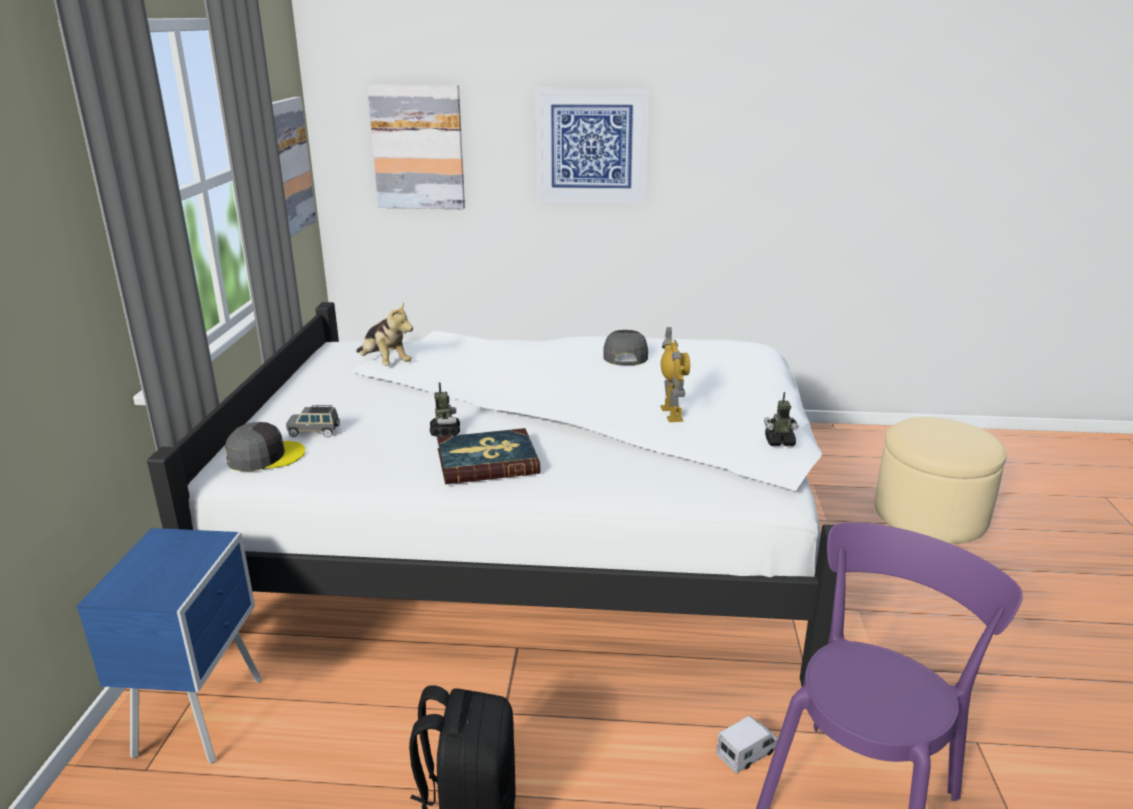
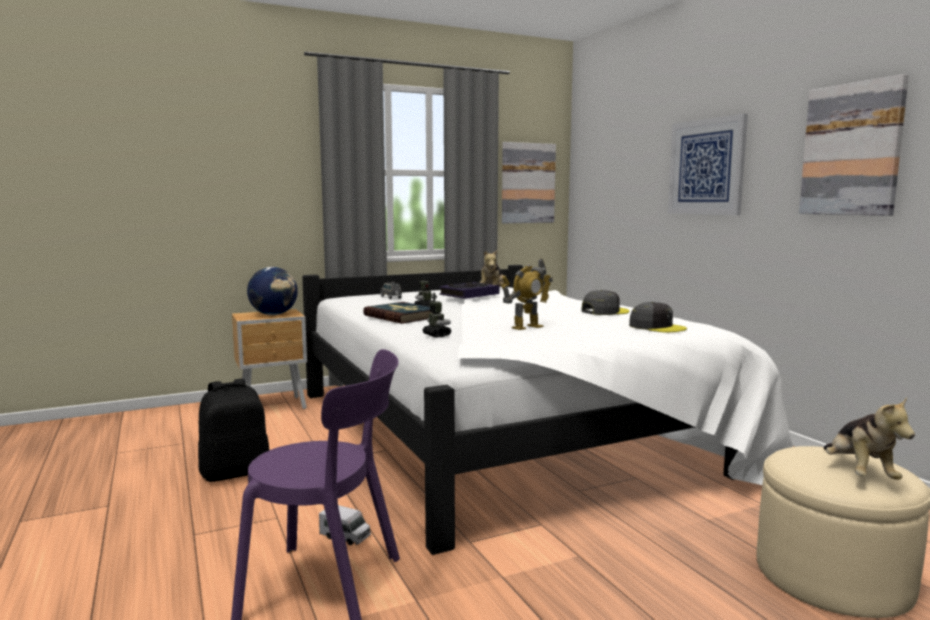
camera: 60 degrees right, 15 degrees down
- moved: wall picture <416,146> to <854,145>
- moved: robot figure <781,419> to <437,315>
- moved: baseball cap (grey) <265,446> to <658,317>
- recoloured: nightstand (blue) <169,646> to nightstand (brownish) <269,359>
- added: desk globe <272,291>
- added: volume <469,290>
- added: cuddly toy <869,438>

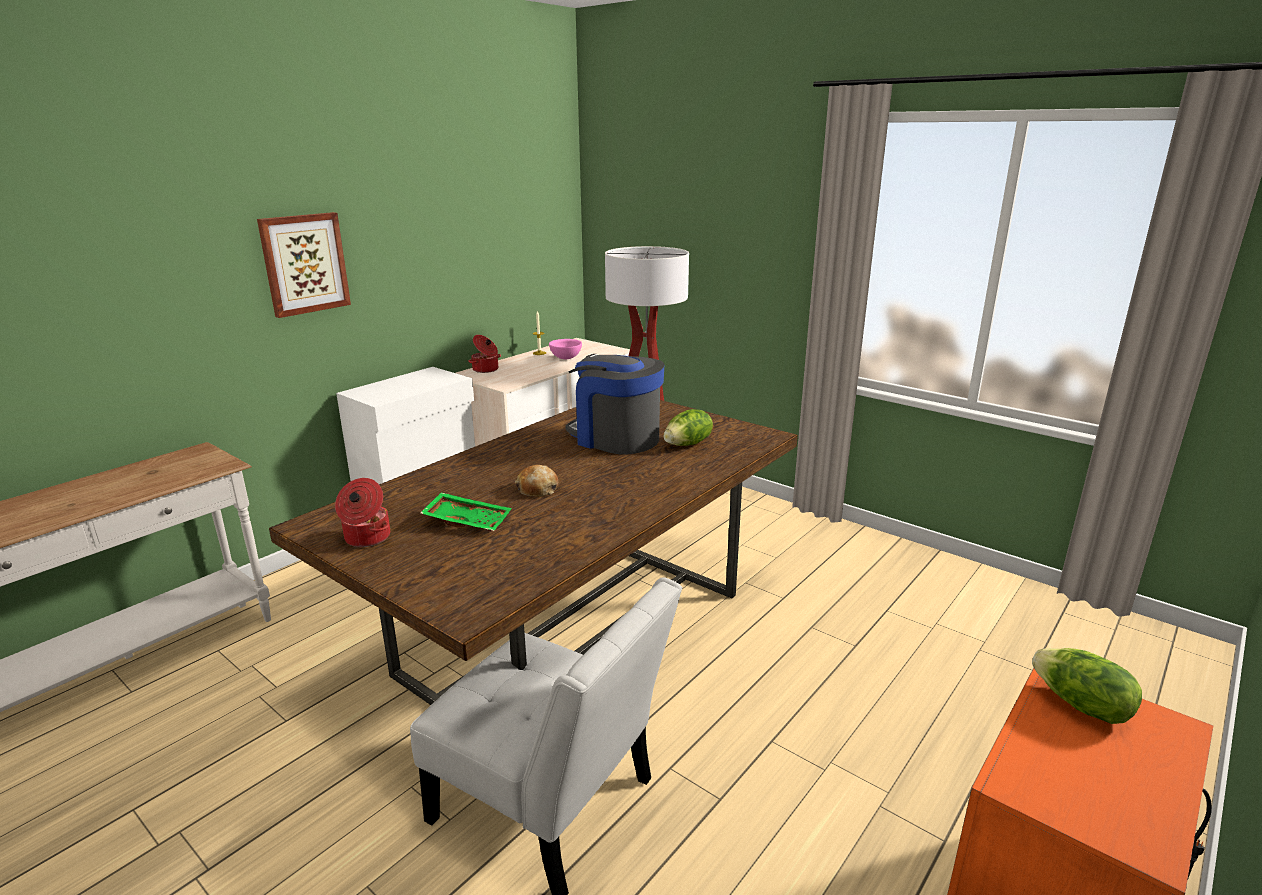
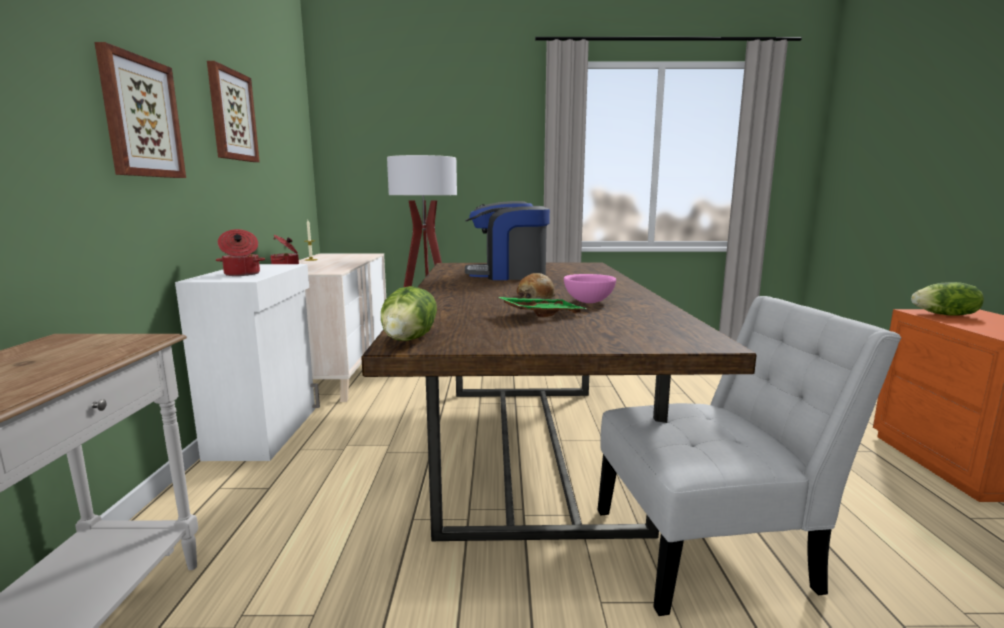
camera: 40 degrees left, 10 degrees down
- moved: serving bowl (pink-coloured) <565,349> to <590,288>
- moved: lettuce <688,427> to <409,313>
- moved: stockpot <362,512> to <240,252>
- added: wall picture <233,111>

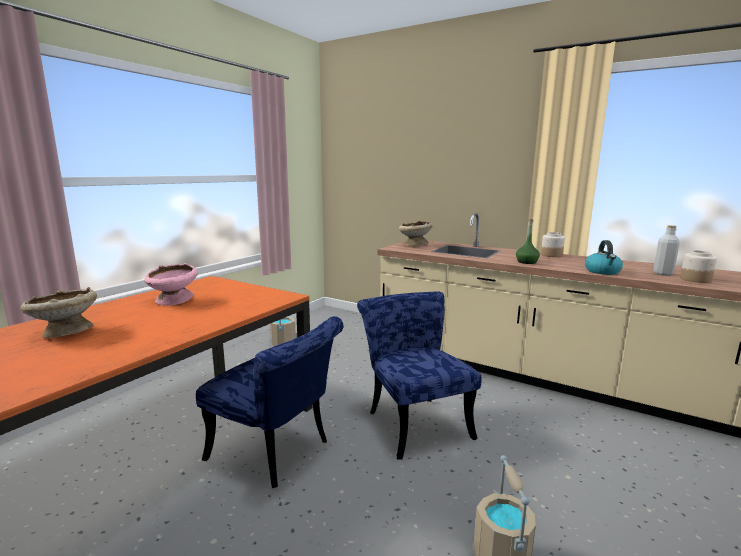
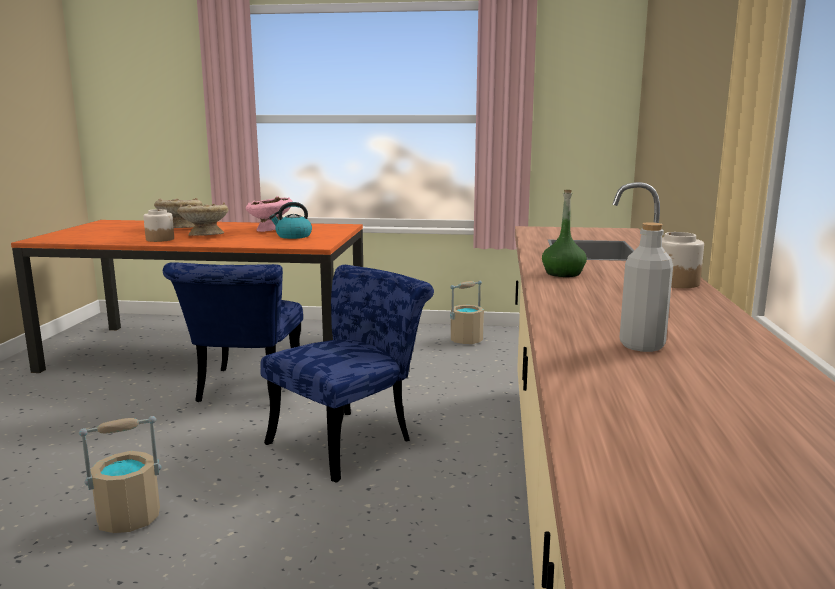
camera: 65 degrees right, 0 degrees up
- moved: serving bowl (beige-coloured) <416,233> to <203,219>
- moved: tea kettle <604,257> to <290,220>
- moved: jar <698,266> to <158,225>

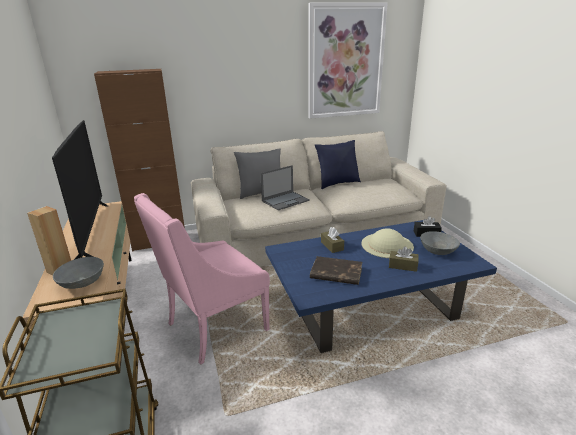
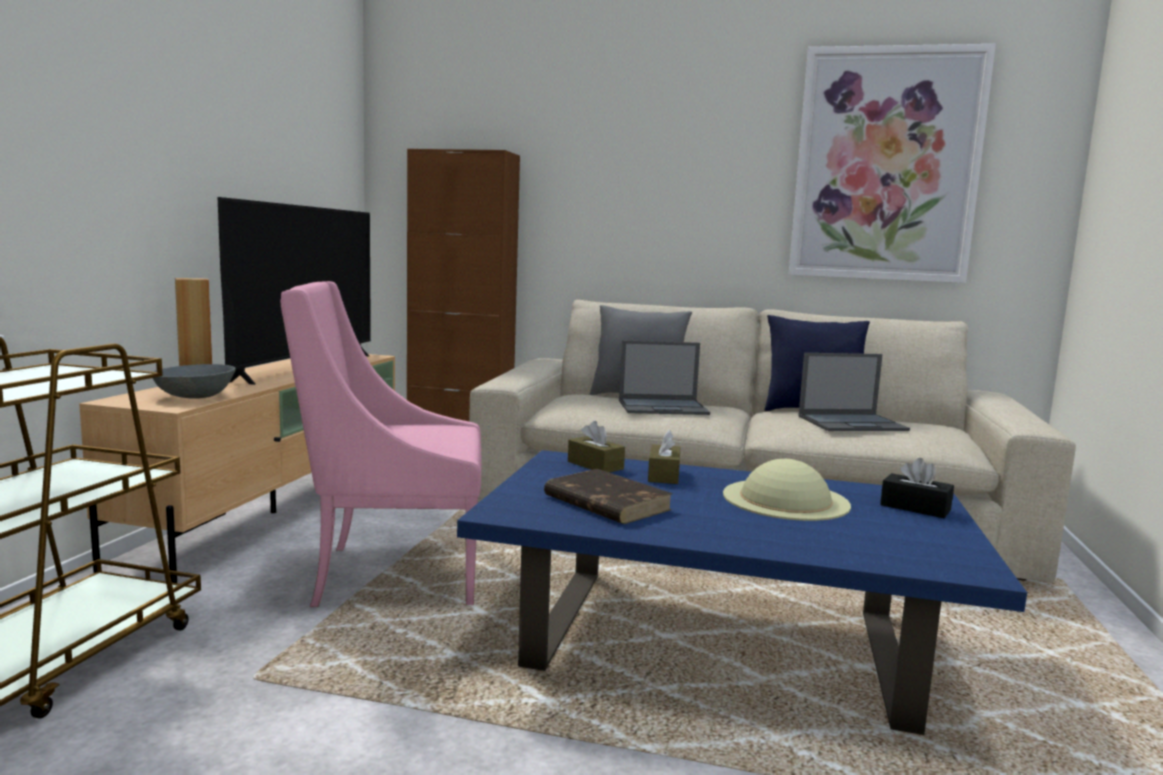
camera: 30 degrees right, 15 degrees down
- removed: serving bowl (grey) <440,243>
- moved: box of tissues (brownish) <403,259> to <596,447>
- added: notebook computer <854,392>

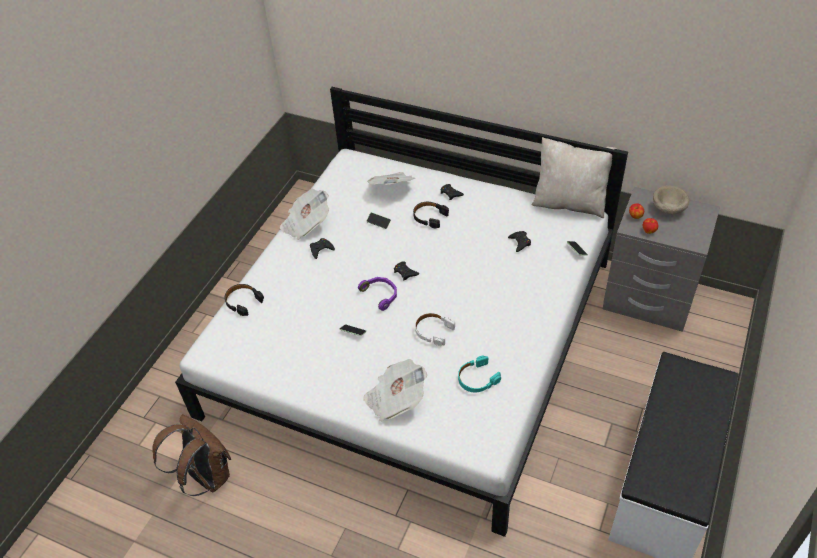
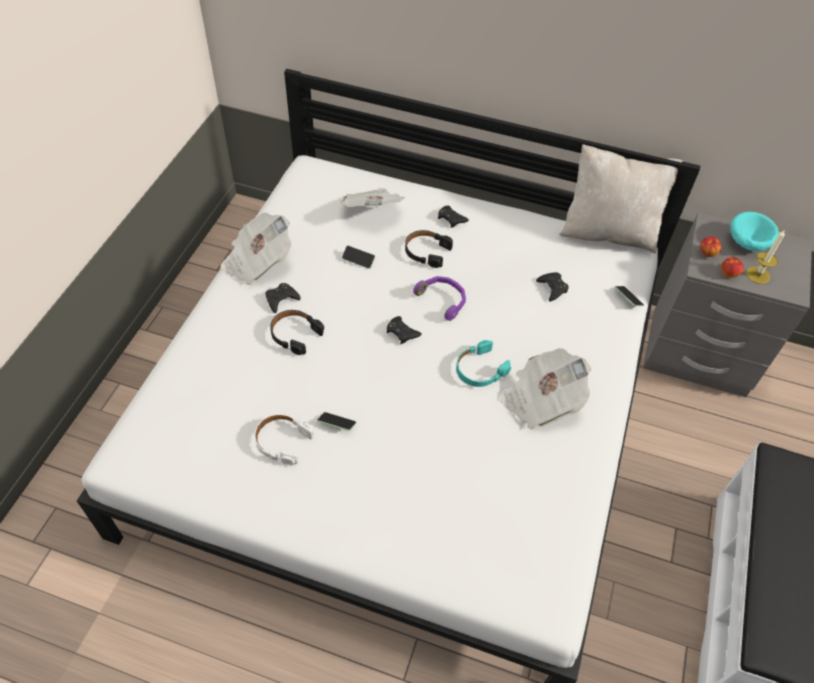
camera: 10 degrees left, 5 degrees up
- recoloured: serving bowl (beige-coloured) <671,199> to serving bowl (turquoise) <754,231>
- moved: pair of headphones (purple-coloured) <377,294> to <439,298>
- moved: pair of headphones (black) <244,300> to <297,332>
- moved: pair of headphones (whitish) <435,329> to <284,440>
- moved: pair of headphones (turquoise) <479,374> to <483,363>
- moved: daily paper <395,390> to <545,389>
- removed: rucksack (brownish) <191,455>
- added: wax candle <765,257>

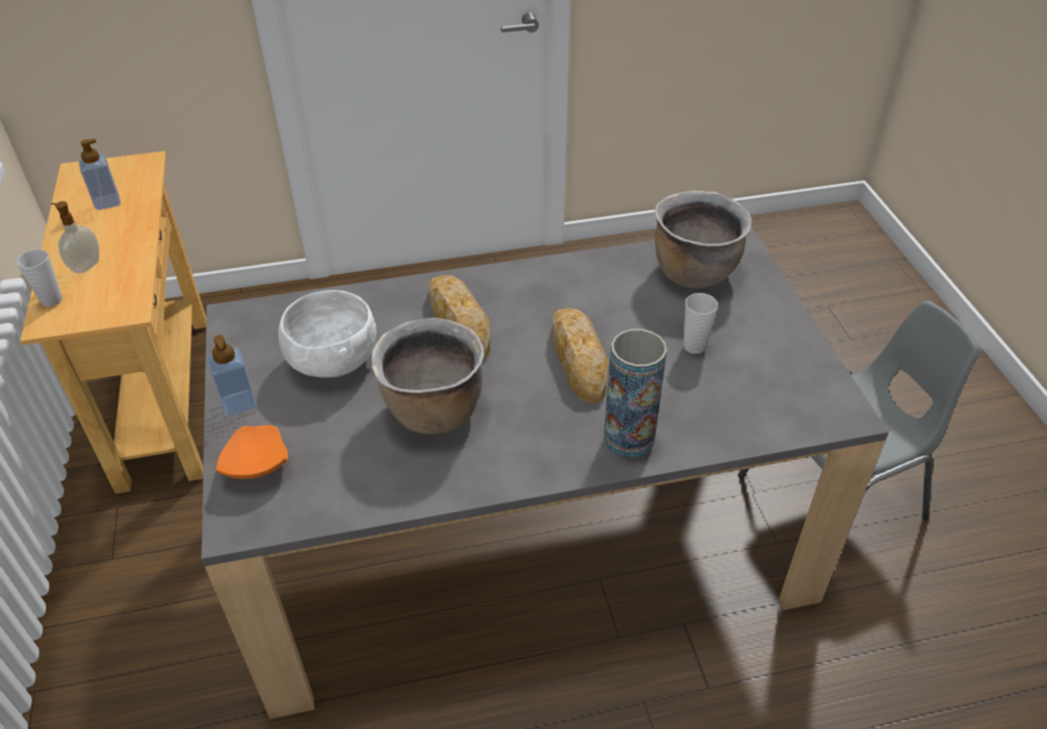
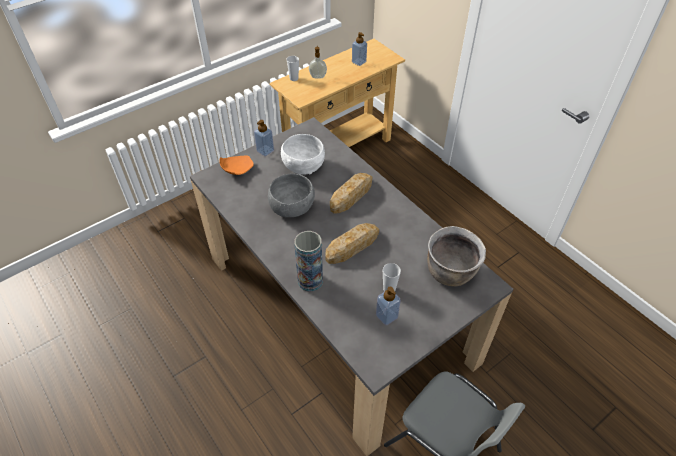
camera: 65 degrees right, 5 degrees up
- replaced: stockpot (brownish) <428,376> to serving bowl (grey) <291,195>
- added: liquid soap bottle <388,305>

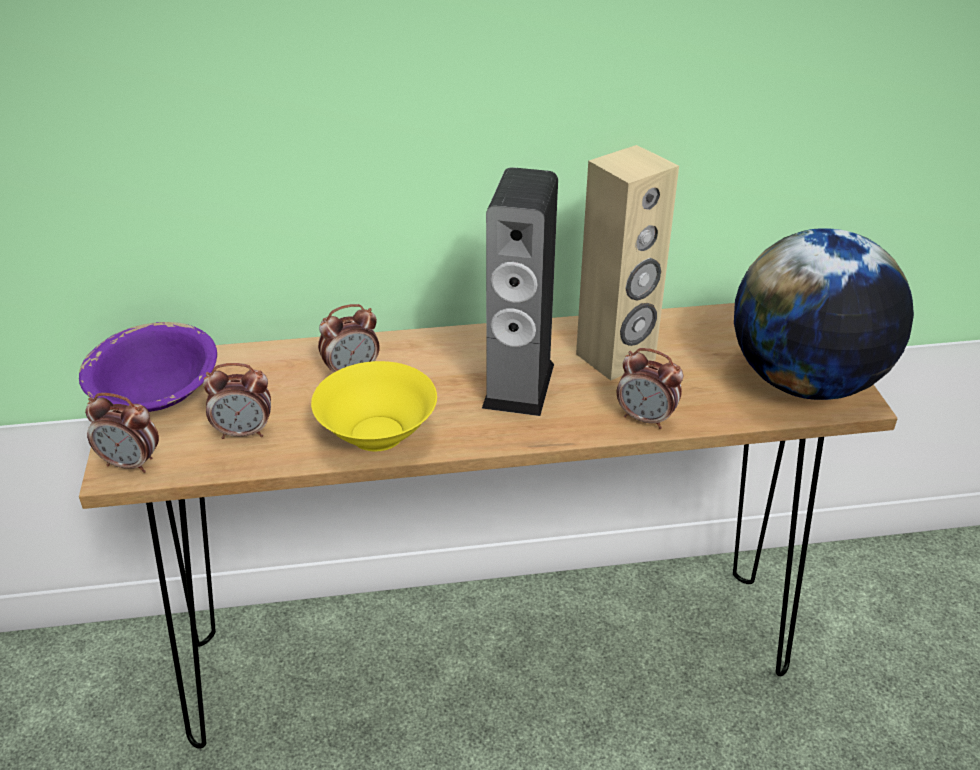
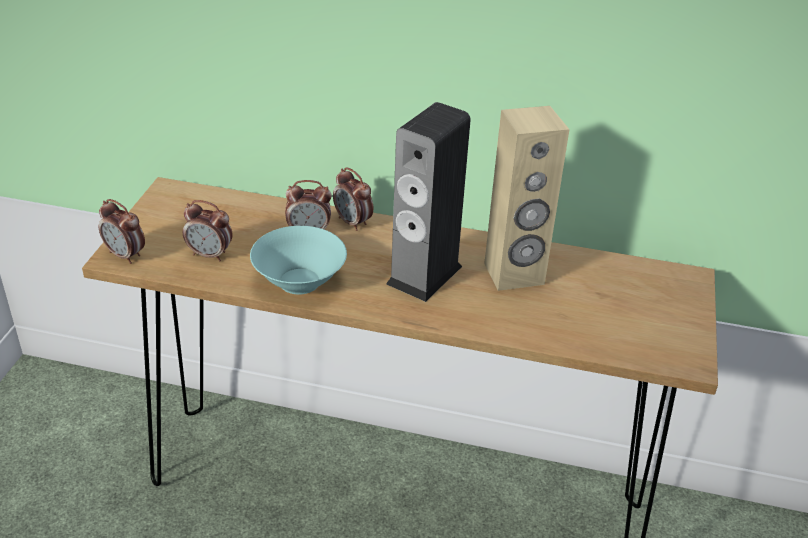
camera: 20 degrees right, 0 degrees up
- removed: desk globe <824,314>
- removed: serving bowl (purple-coloured) <148,367>
- moved: alarm clock <650,388> to <353,199>
- recoloured: serving bowl (yellowish) <374,406> to serving bowl (turquoise) <298,260>

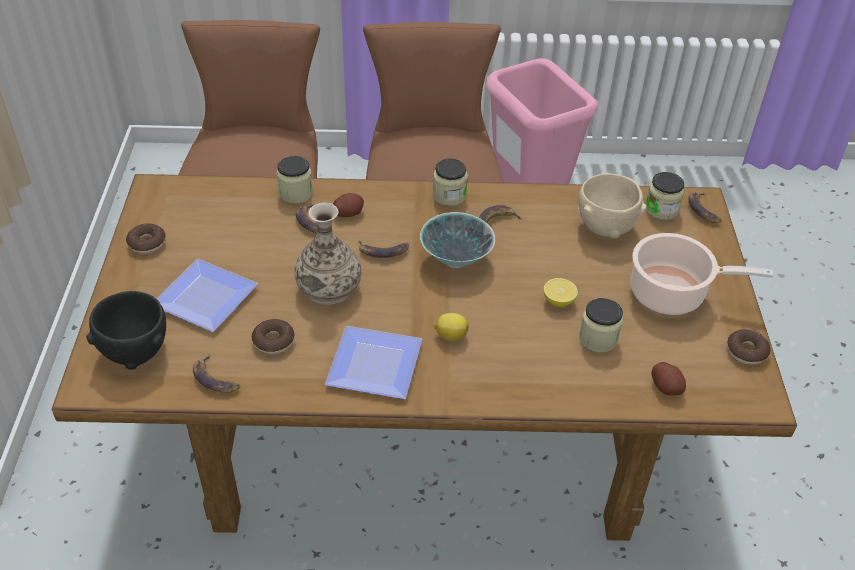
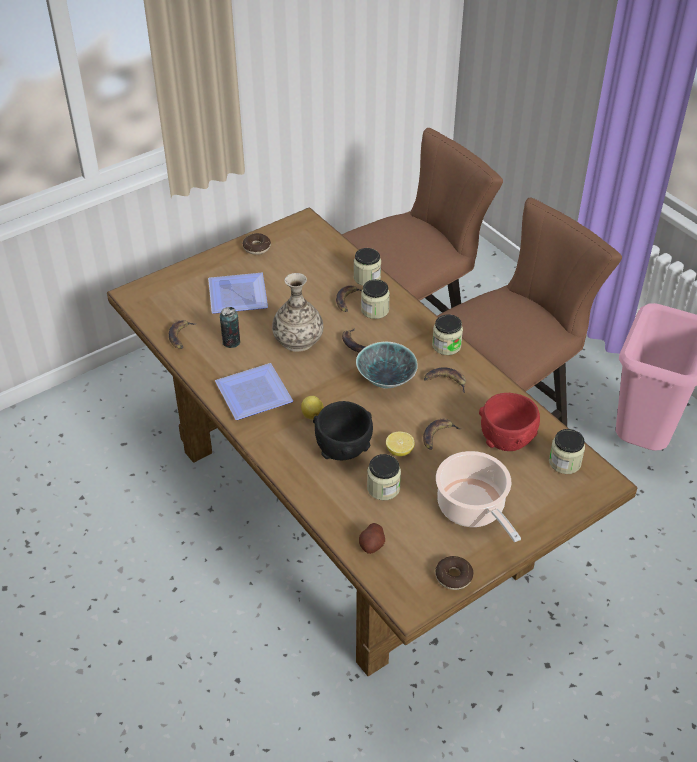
camera: 55 degrees right, 0 degrees up
- recoloured: serving bowl (beige-coloured) <612,206> to serving bowl (red) <509,422>
- moved: banana fruit <705,207> to <442,434>
- replaced: spud <348,205> to jar <375,299>
- moved: serving bowl (black) <126,330> to <343,430>
- replaced: ring doughnut <273,337> to metal can <230,327>

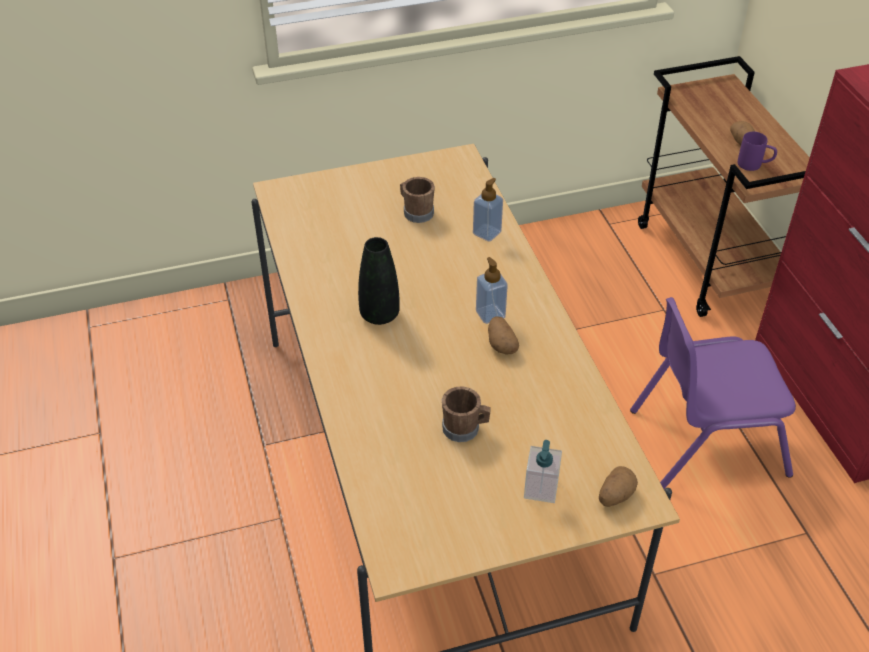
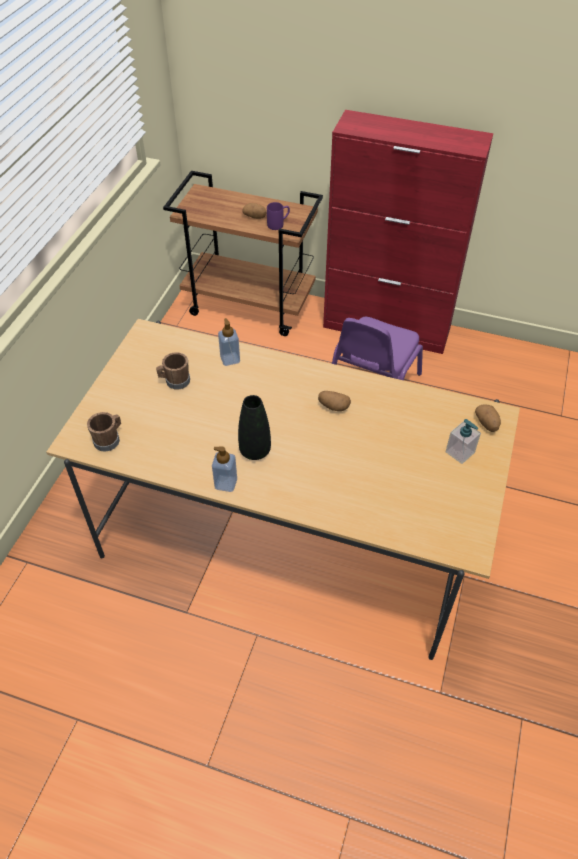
camera: 55 degrees left, 5 degrees up
- moved: liquid soap bottle <492,290> to <224,469>
- moved: mug (brownish) <466,414> to <104,432>

